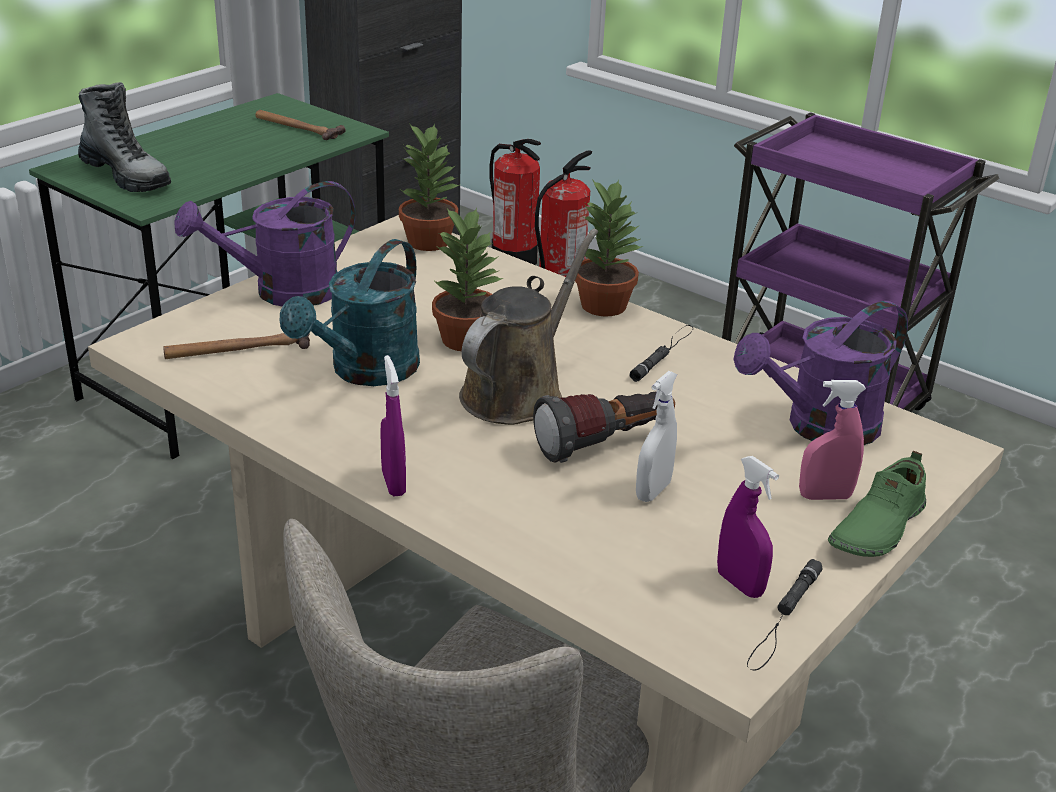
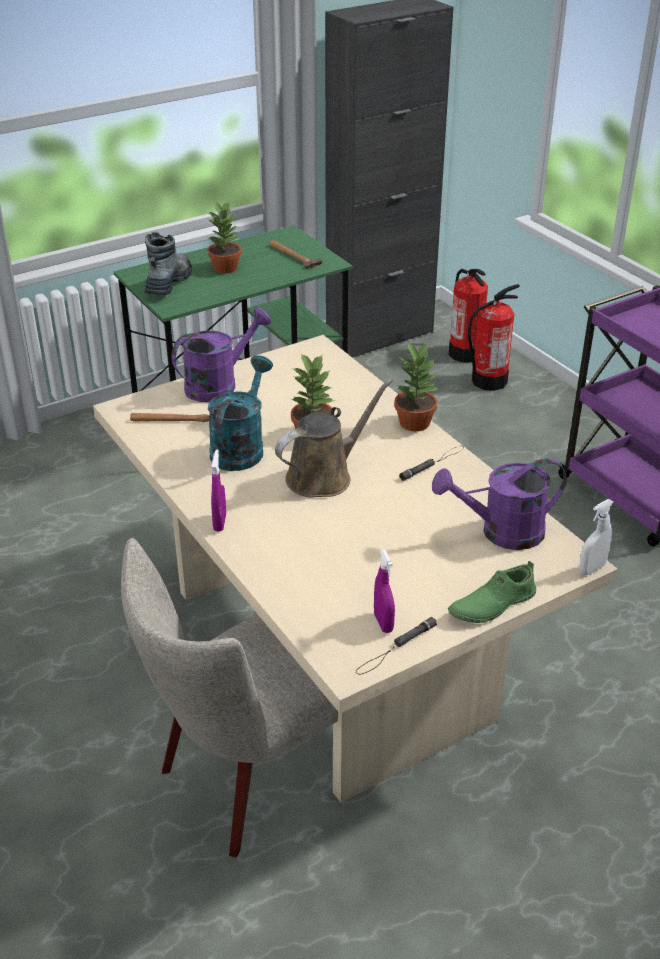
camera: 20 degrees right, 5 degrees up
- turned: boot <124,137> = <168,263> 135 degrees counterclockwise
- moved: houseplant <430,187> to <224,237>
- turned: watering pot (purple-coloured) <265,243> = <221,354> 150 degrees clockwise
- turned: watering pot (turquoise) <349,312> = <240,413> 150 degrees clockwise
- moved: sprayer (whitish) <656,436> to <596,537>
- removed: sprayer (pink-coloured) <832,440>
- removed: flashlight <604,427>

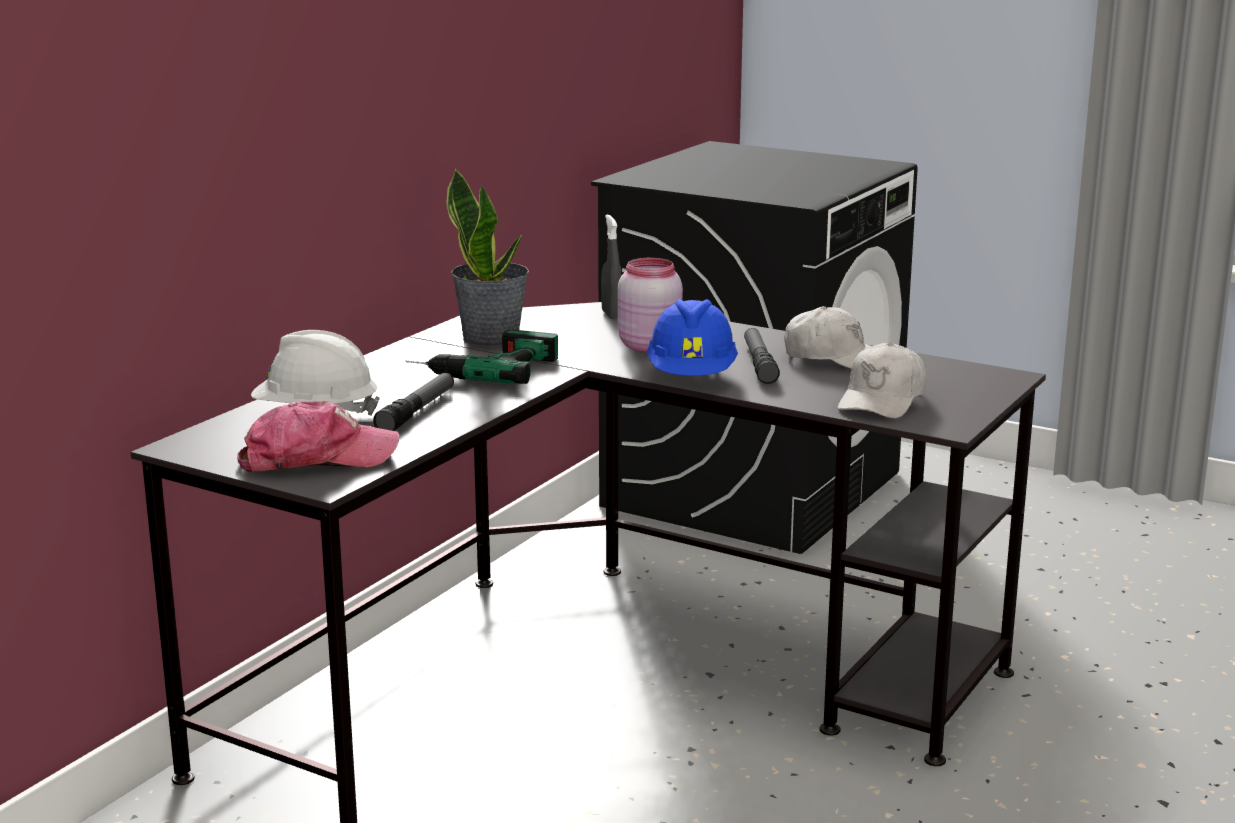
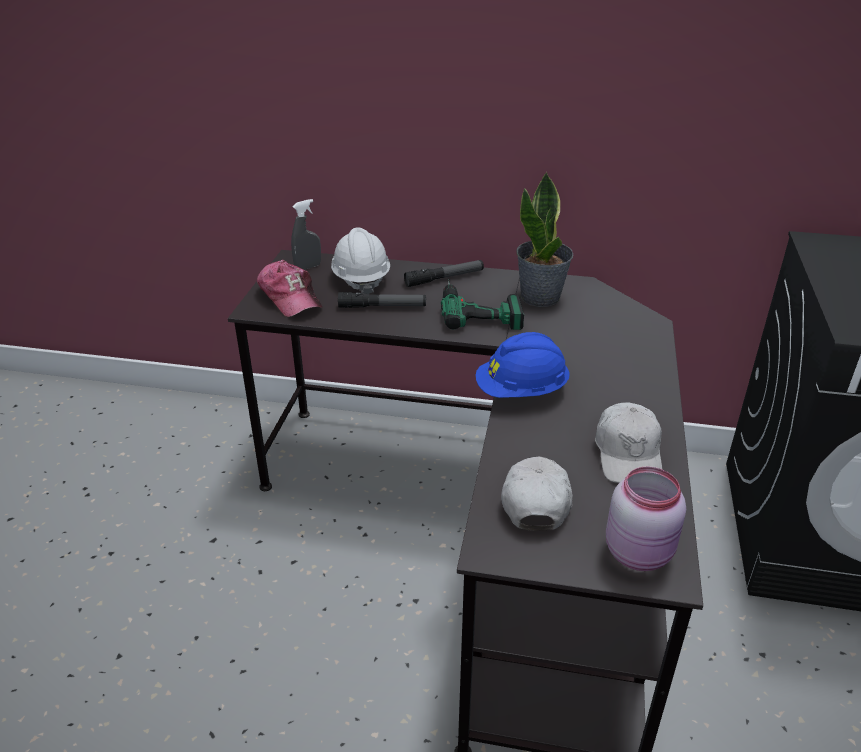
camera: 70 degrees right, 15 degrees up
- moved: sprayer (grey) <611,267> to <306,234>
- moved: jar (pink-coloured) <650,305> to <646,518>
- moved: flashlight <762,356> to <444,273>
- turned: baseball cap (whitish) <882,380> = <537,493> 90 degrees clockwise

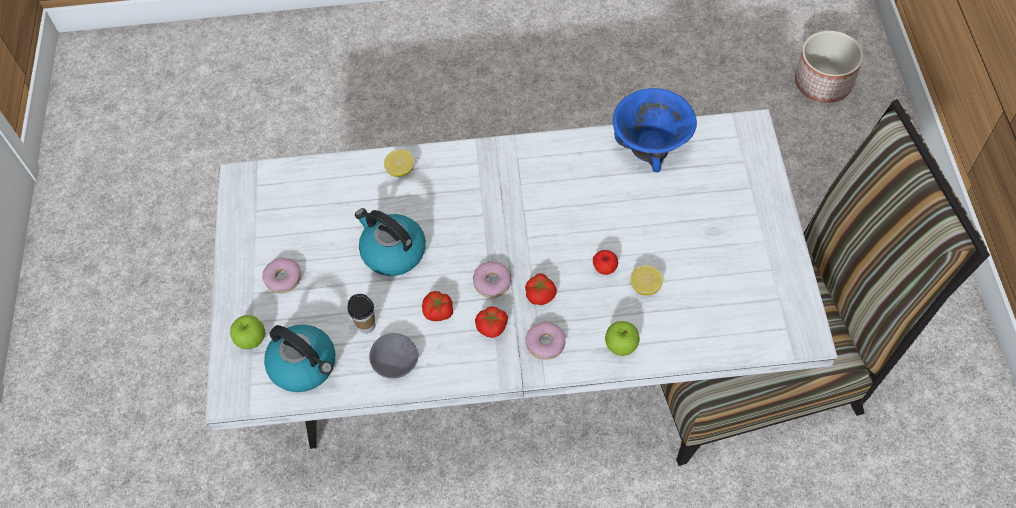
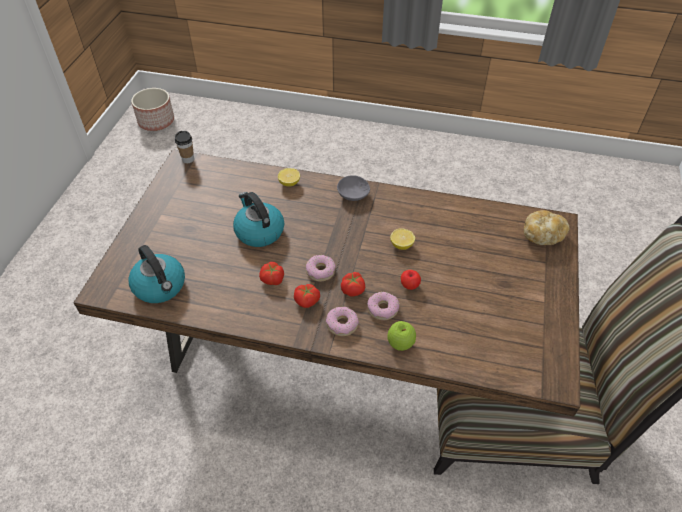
camera: 15 degrees right, 10 degrees down
- moved: plant pot <829,67> to <152,109>
- removed: serving bowl (blue) <655,130>
- recoloured: kitchen table (whitish) <521,279> to kitchen table (brownish) <326,283>
- moved: ring doughnut <281,275> to <383,306>
- moved: whole lemon <646,280> to <402,239>
- moved: small cup <361,314> to <184,147>
- removed: apple fruit <247,332>
- moved: serving bowl (grey) <393,355> to <353,188>
- added: bread <547,227>

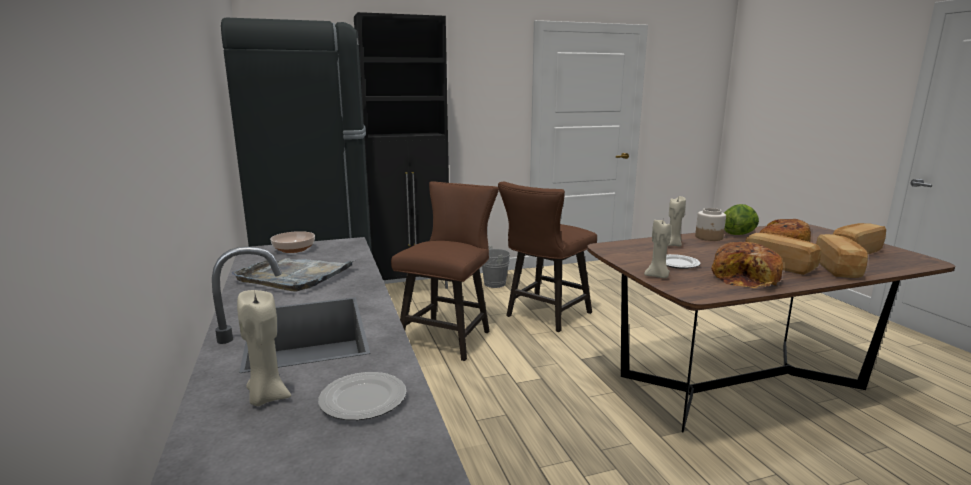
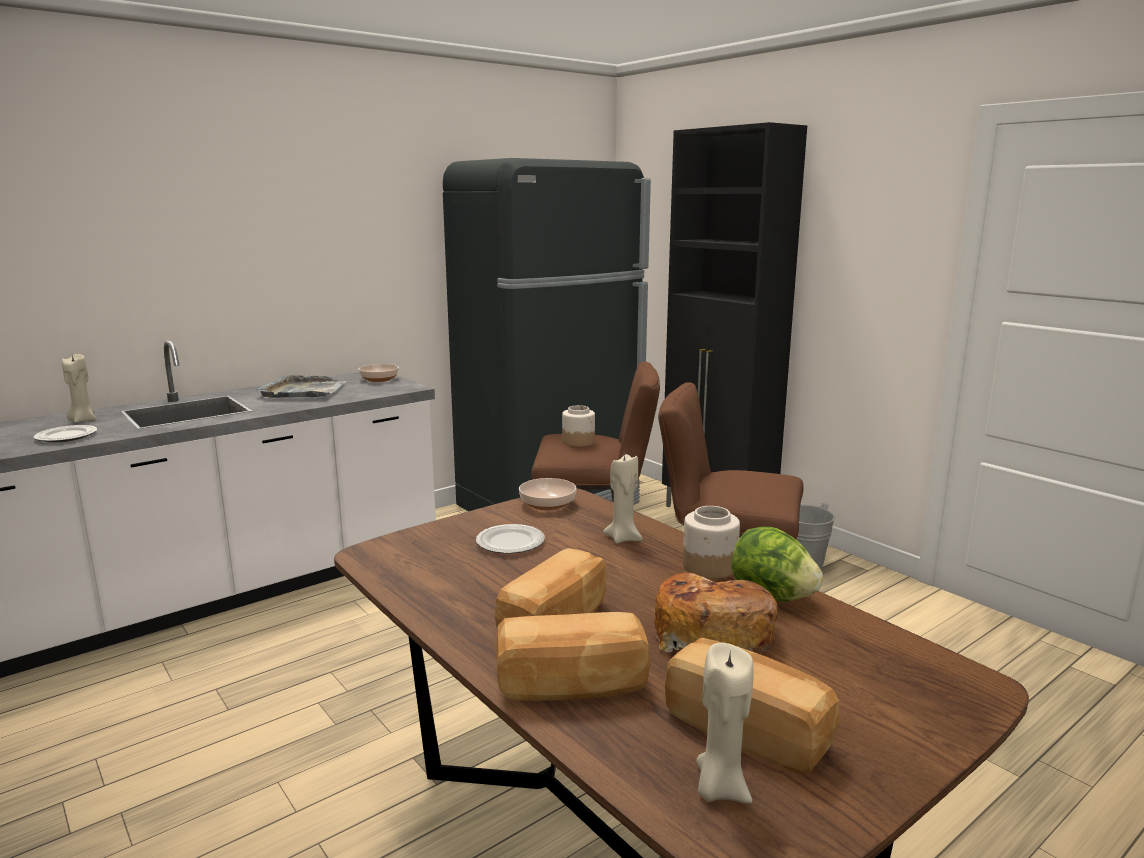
camera: 70 degrees right, 0 degrees up
- moved: wax candle (beige-coloured) <657,249> to <725,723>
- removed: bread <747,265>
- added: jar <578,426>
- added: serving bowl <548,494>

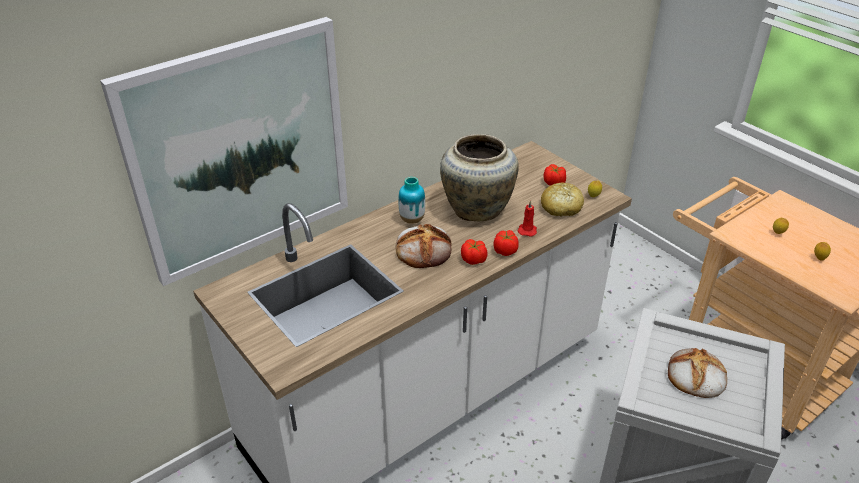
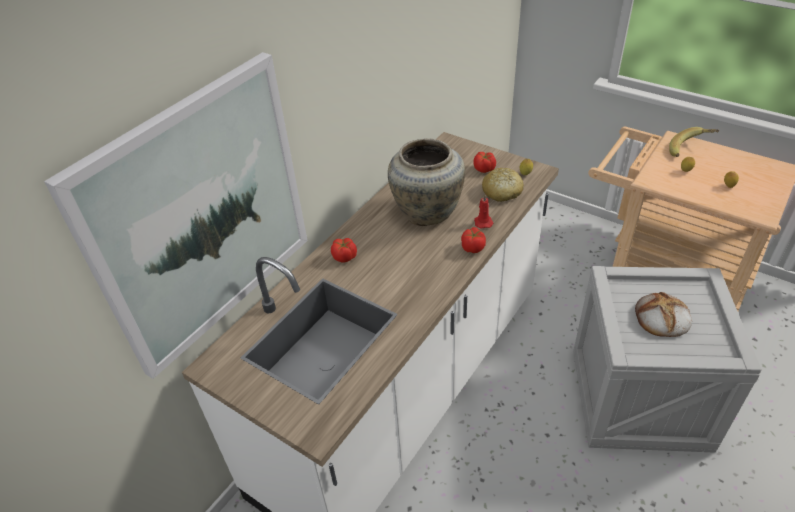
camera: 15 degrees left, 5 degrees up
- removed: flower vase <411,200>
- removed: bread <423,246>
- moved: fresh tomato <474,252> to <344,250>
- added: banana fruit <694,142>

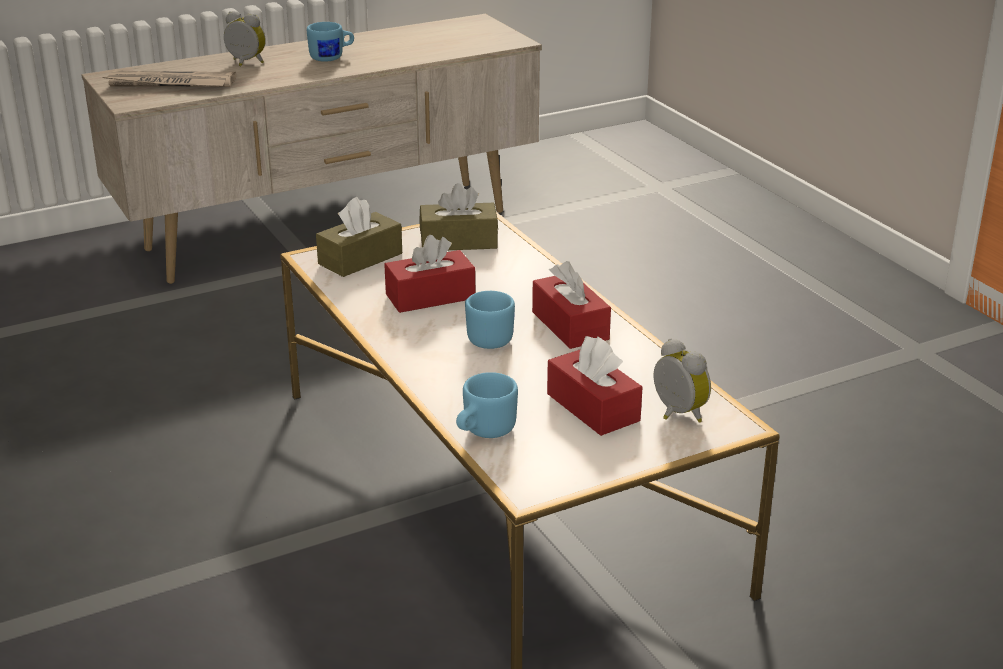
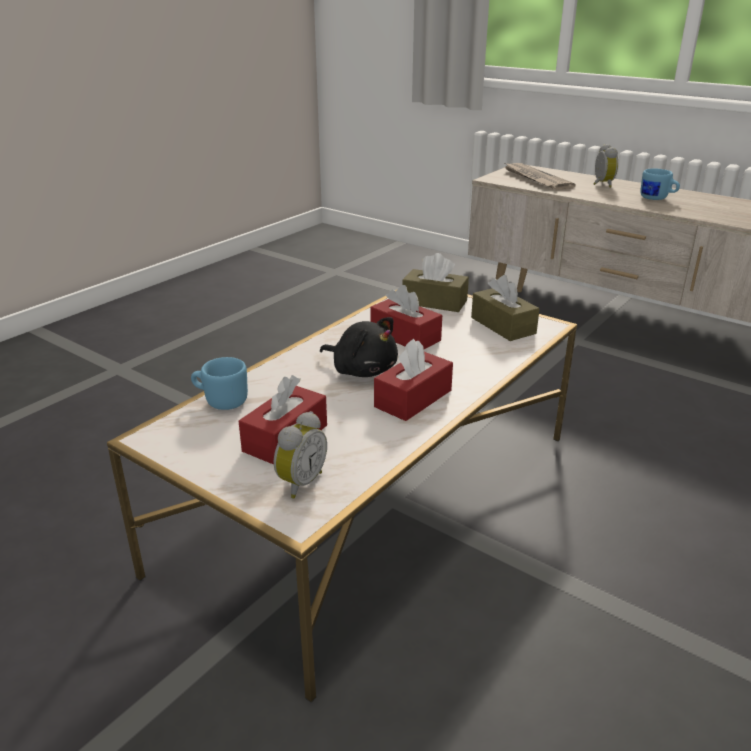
camera: 65 degrees right, 0 degrees up
- replaced: mug (blue) <490,320> to cuddly toy (black) <359,347>

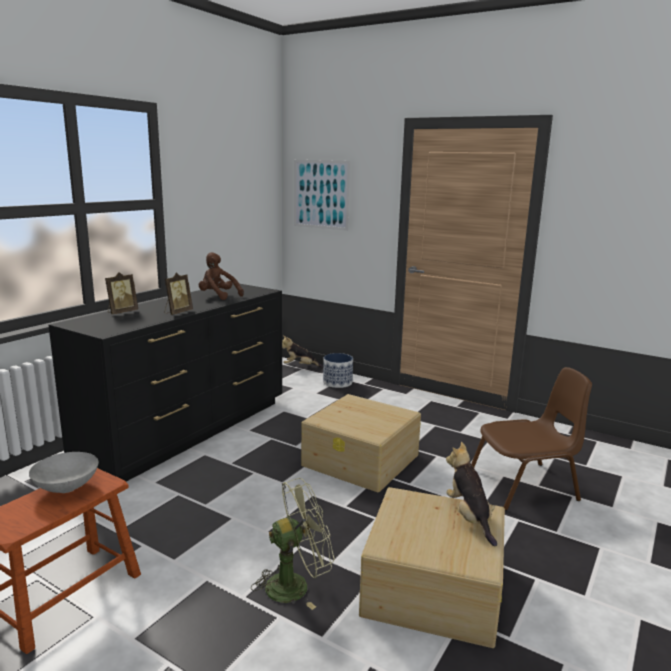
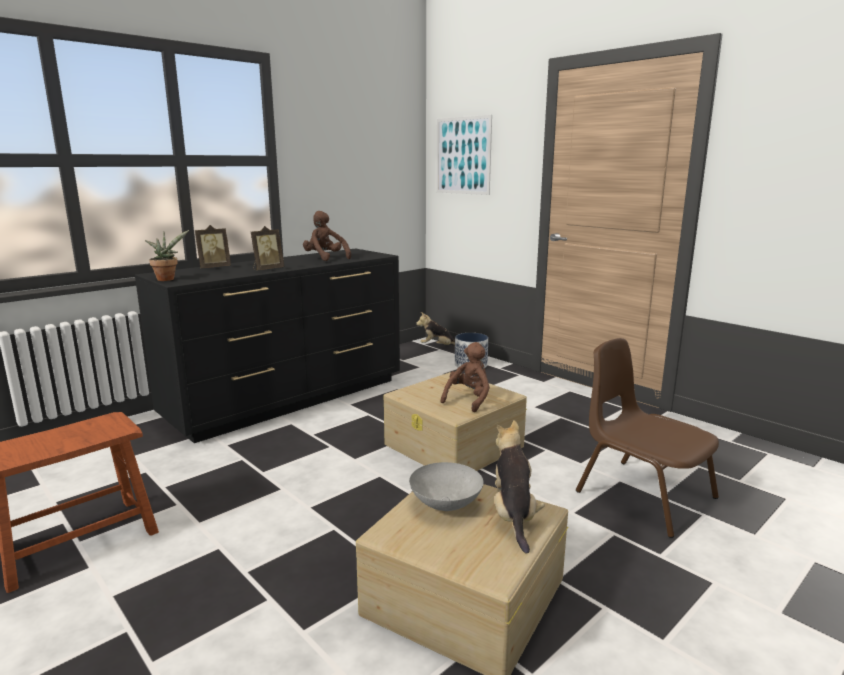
camera: 15 degrees right, 0 degrees up
- turned: plain chair (brownish) <531,439> = <647,438> 135 degrees counterclockwise
- moved: serving bowl (grey) <63,472> to <446,486>
- removed: fan (green-coloured) <293,544>
- added: houseplant <167,255>
- added: cuddly toy (brownish) <465,377>

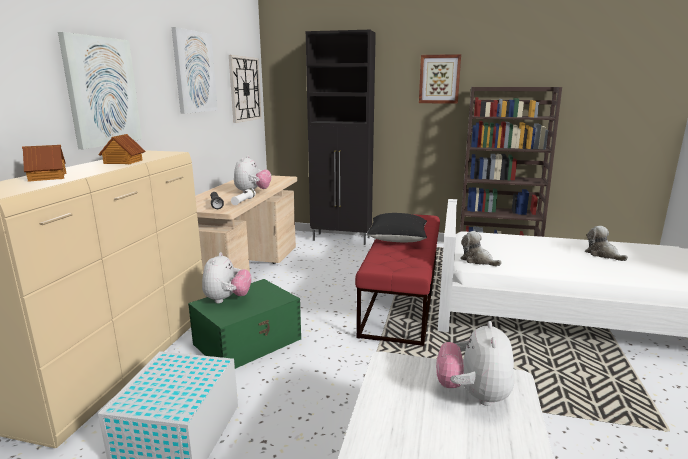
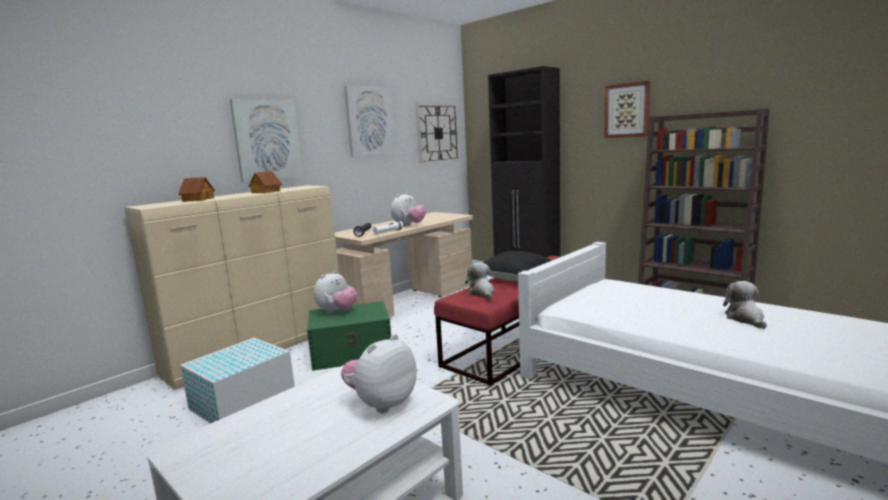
camera: 30 degrees right, 5 degrees down
- moved: cuddly toy <481,248> to <480,280>

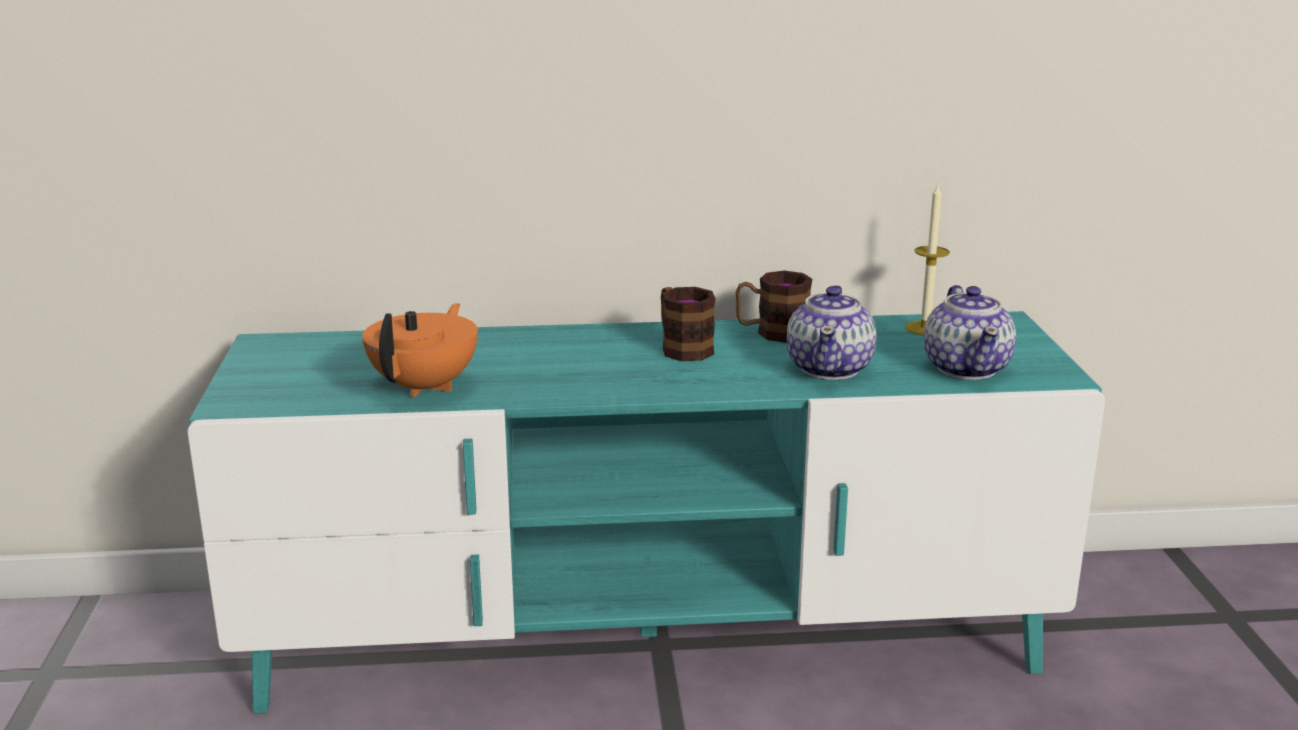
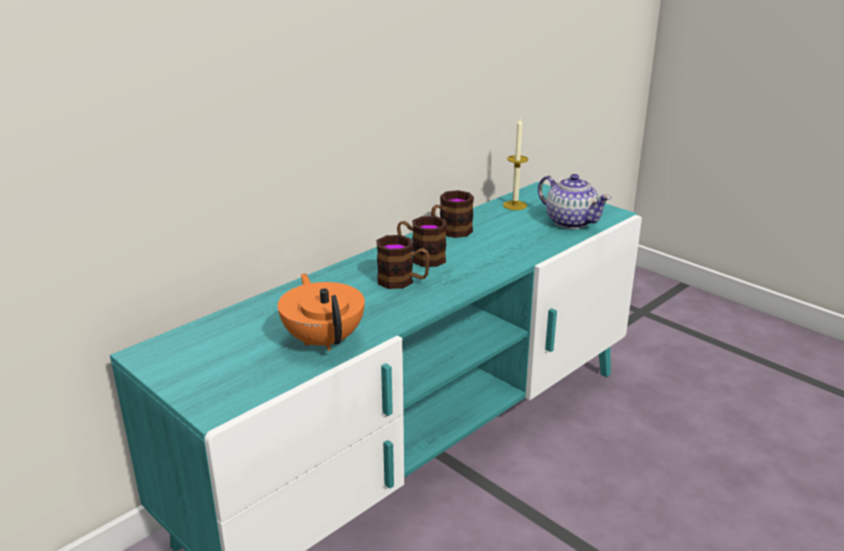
camera: 40 degrees left, 5 degrees up
- removed: tea pot <831,332>
- added: mug <403,262>

